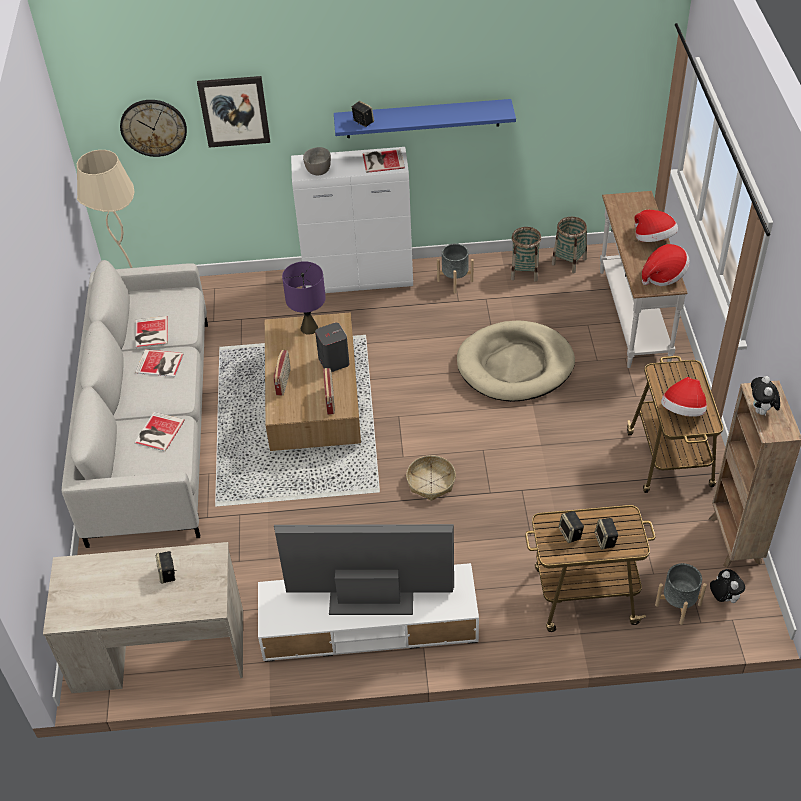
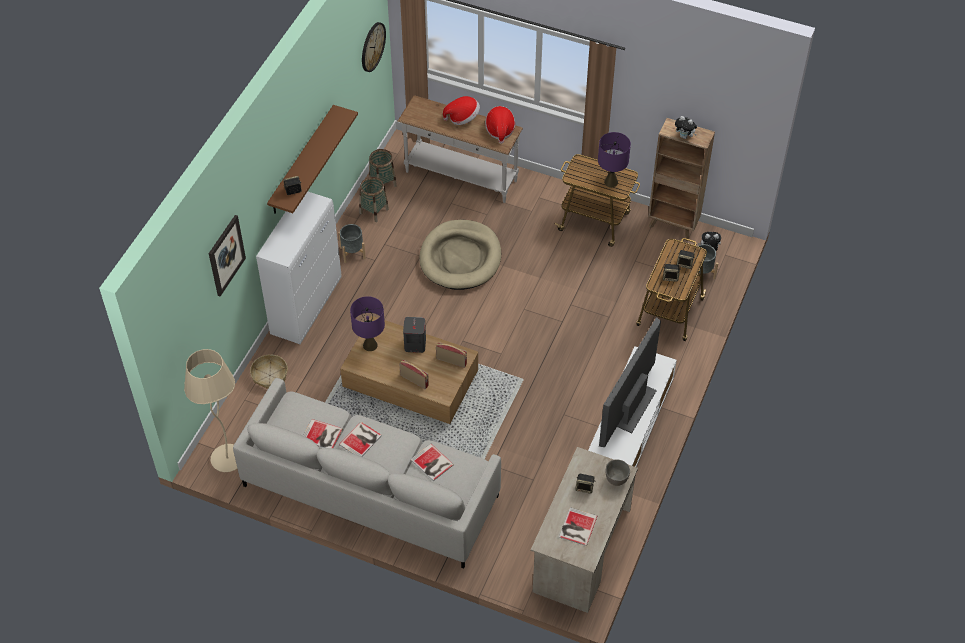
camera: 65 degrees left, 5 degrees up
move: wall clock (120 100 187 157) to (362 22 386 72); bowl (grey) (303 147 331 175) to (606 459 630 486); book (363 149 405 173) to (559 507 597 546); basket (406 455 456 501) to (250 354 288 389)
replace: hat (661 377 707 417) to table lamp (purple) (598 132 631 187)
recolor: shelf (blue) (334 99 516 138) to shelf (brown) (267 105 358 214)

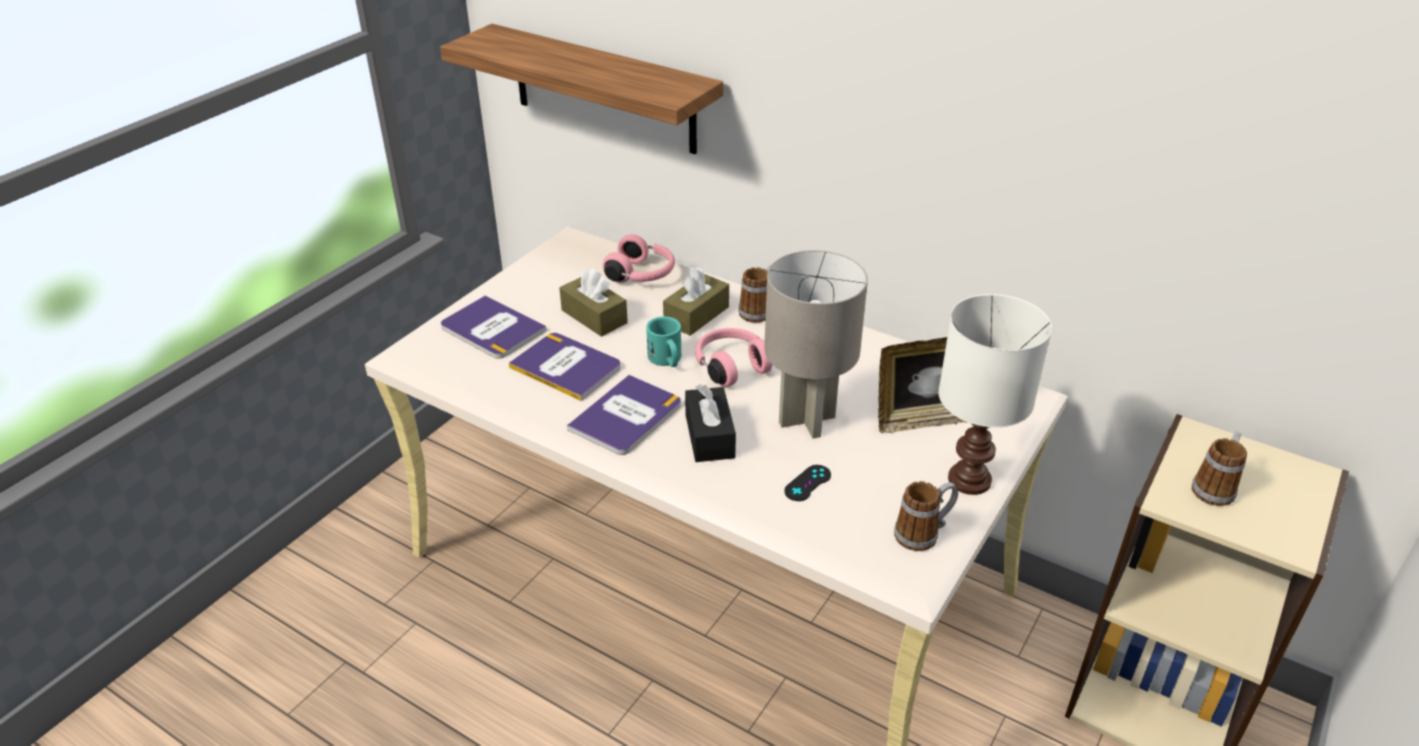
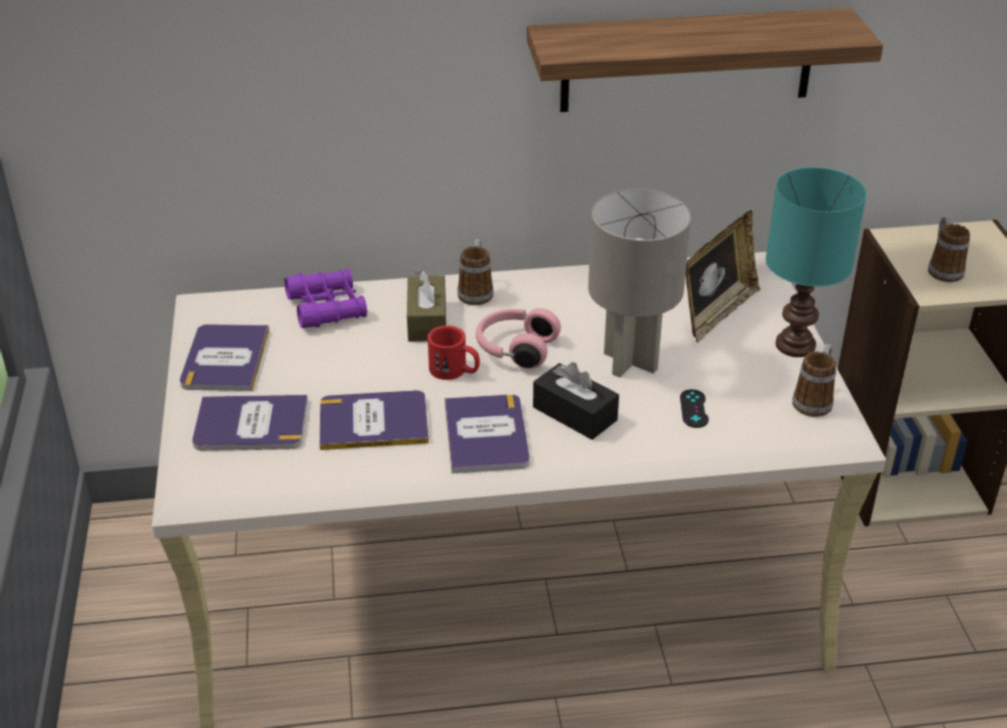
camera: 40 degrees left, 0 degrees up
delete: tissue box (brown) (559 269 628 337)
insert: book (180 324 269 391)
move: shelf (440 24 723 154) to (527 8 883 112)
replace: headphones (pink) (603 234 675 283) to binoculars (purple) (284 268 367 328)
recolor: mug (turquoise) (646 316 681 367) to mug (red) (428 325 480 380); table lamp (white) (938 294 1052 495) to table lamp (turquoise) (766 167 867 357)

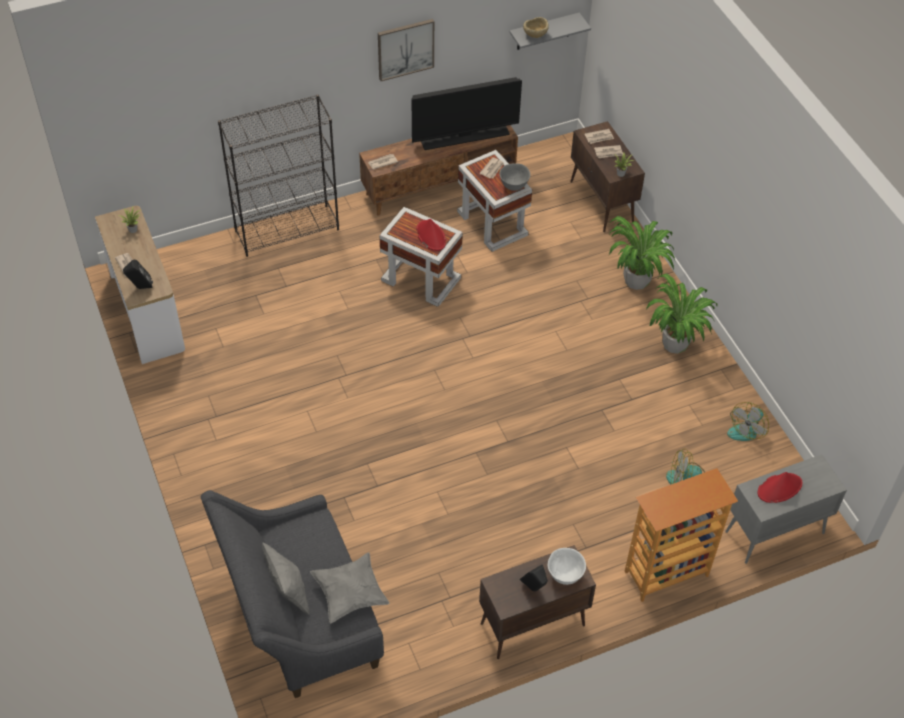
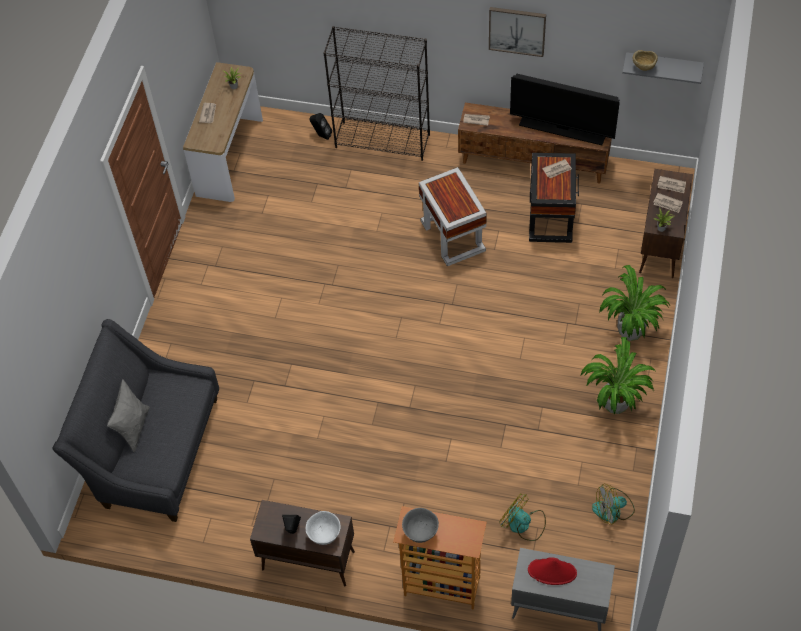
camera: 40 degrees right, 5 degrees up
delete: pillow (grey) (310 552 389 623); hat (red) (416 219 446 251)
move: speaker (black) (123 260 153 289) to (309 113 332 140); bowl (grey) (500 163 531 191) to (402 508 439 543)
recolor: side table (white) (457 150 532 252) to side table (black) (529 153 579 243)

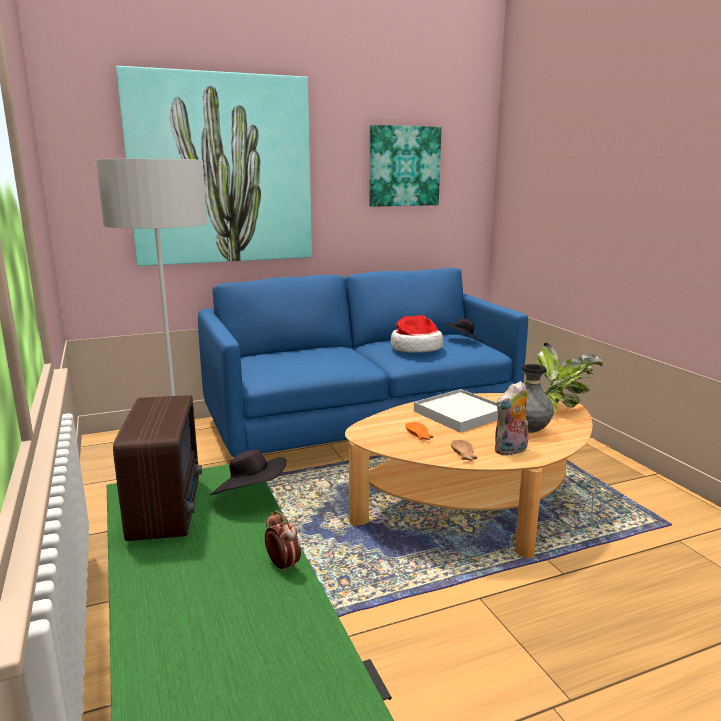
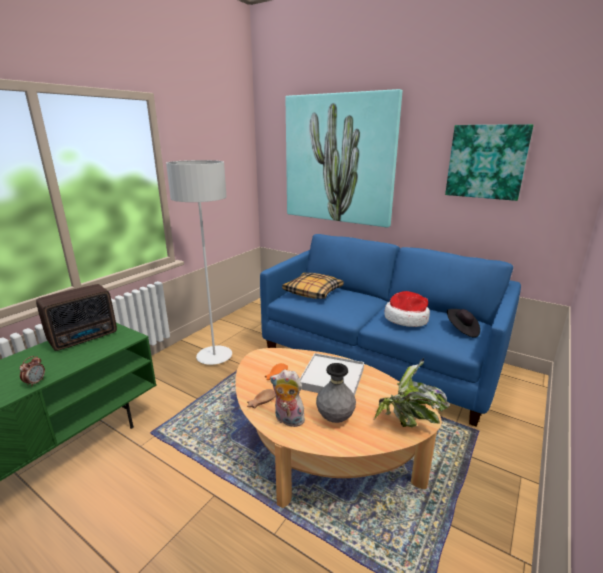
camera: 55 degrees right, 5 degrees up
delete: hat (black) (210 449 286 496)
insert: pillow (282 273 344 299)

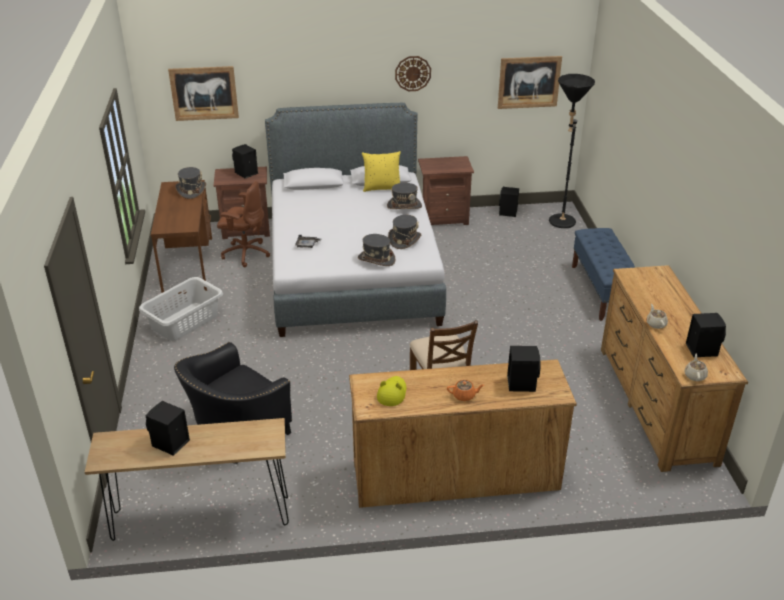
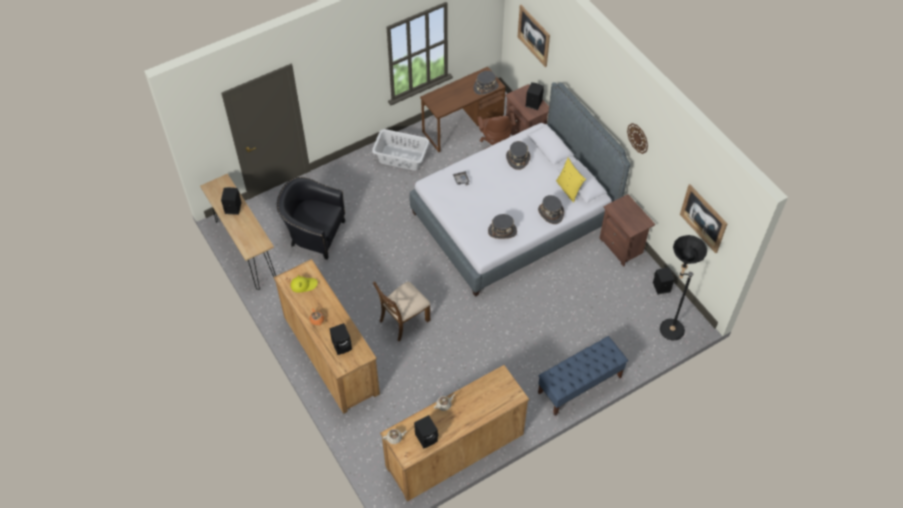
camera: 65 degrees right, 20 degrees up
move: hat (grey) (358 234 396 266) to (506 141 530 170)

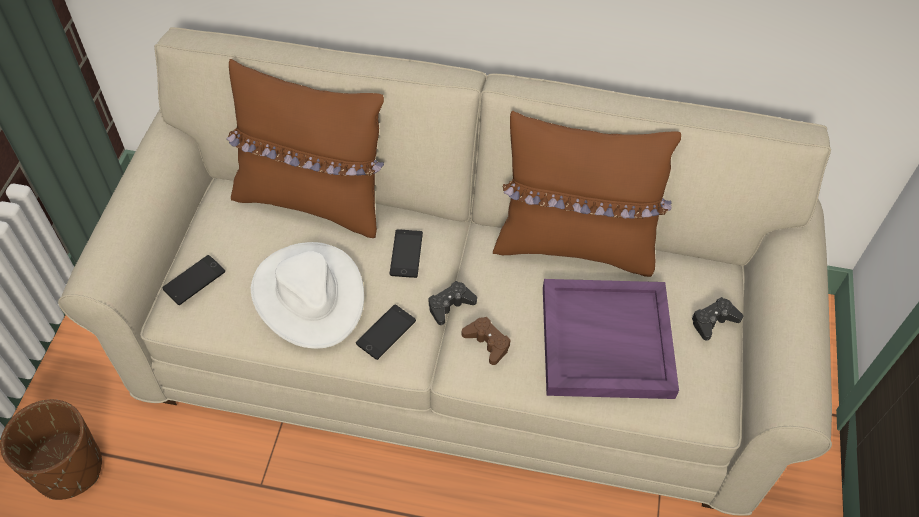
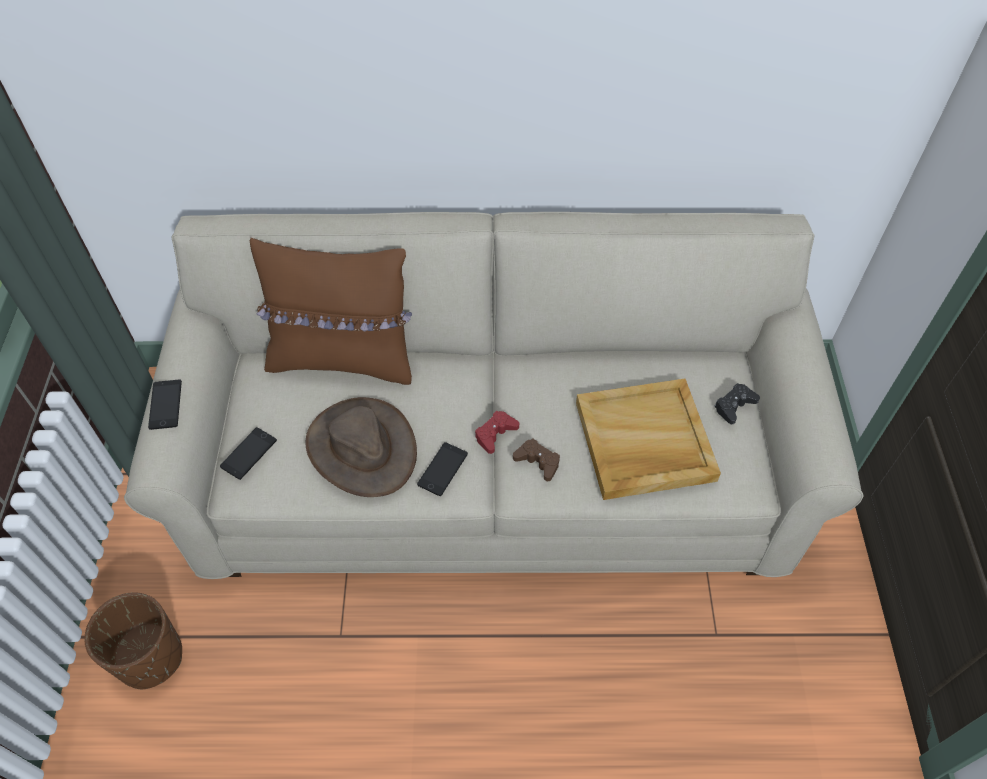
camera: 10 degrees left, 0 degrees up
delete: pillow (brown) (493 111 681 277)
move: phone (390 229 423 278) to (148 380 182 430)
recolor: hat (white) (251 242 364 349) to hat (brown) (306 397 417 497); game controller (black) (429 281 477 325) to game controller (red) (475 411 519 454); tray (purple) (543 279 679 399) to tray (beige) (576 379 721 500)

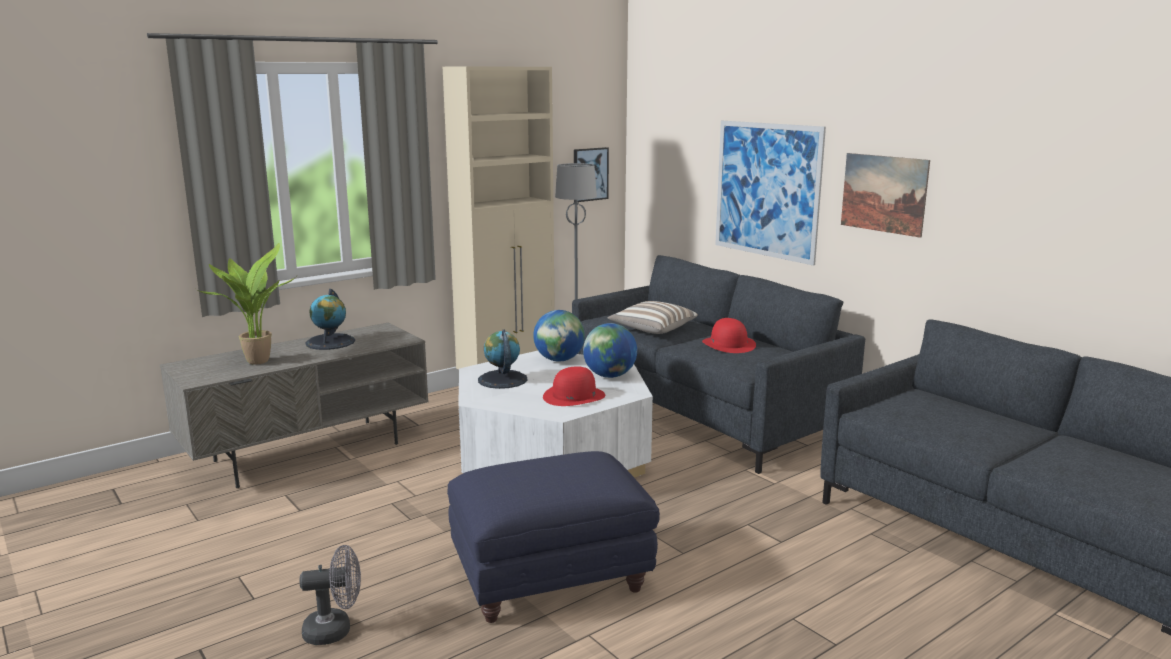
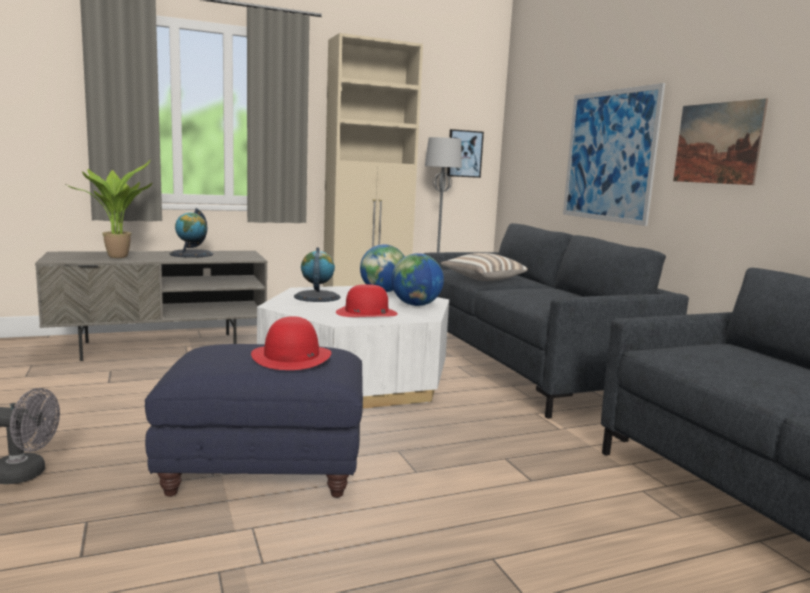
camera: 15 degrees right, 5 degrees down
move: hat (red) (702 318 756 353) to (251 316 331 370)

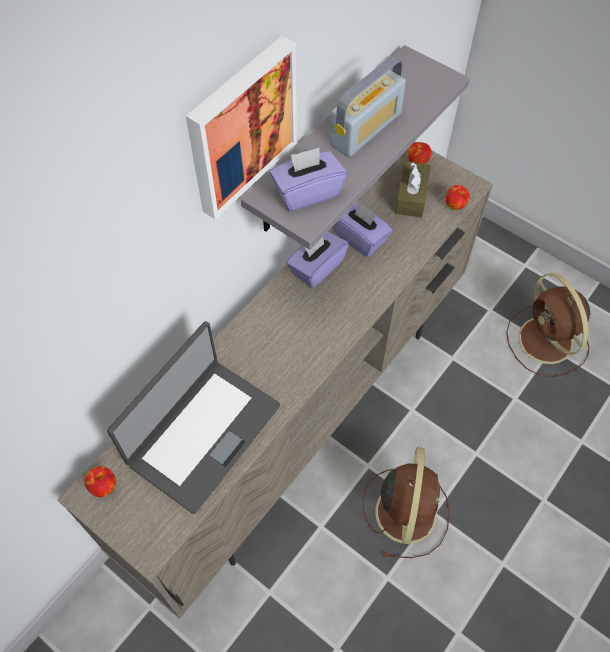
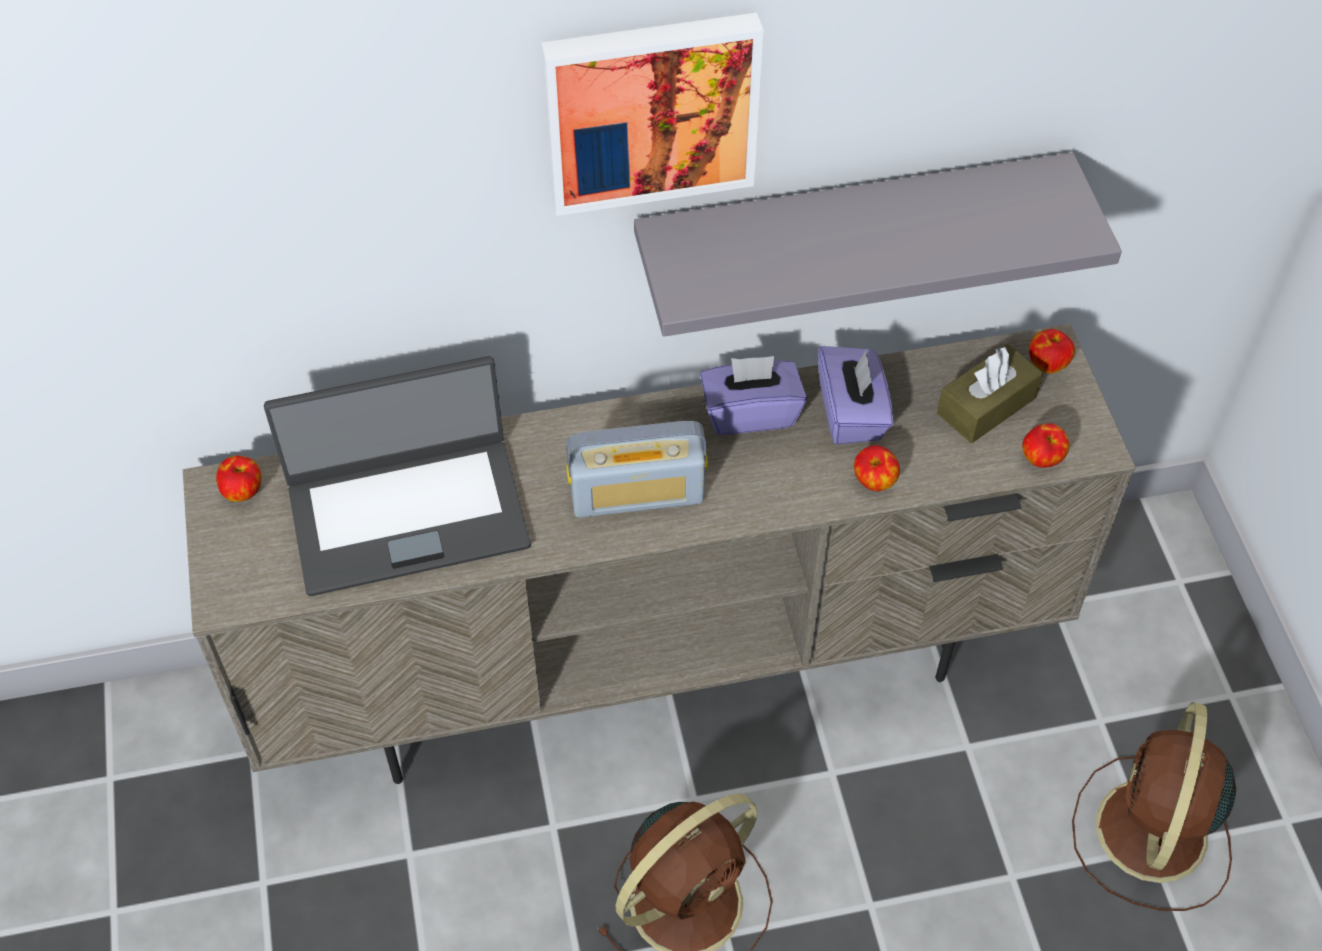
camera: 40 degrees right, 5 degrees down
delete: tissue box (purple) (269 148 347 211)
insert: apple (854 445 900 491)
move: radio (330 57 406 157) to (566 421 708 518)

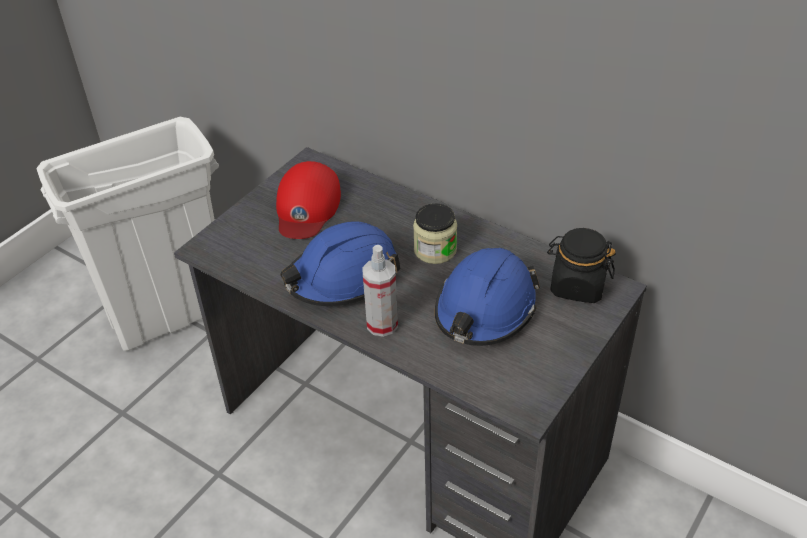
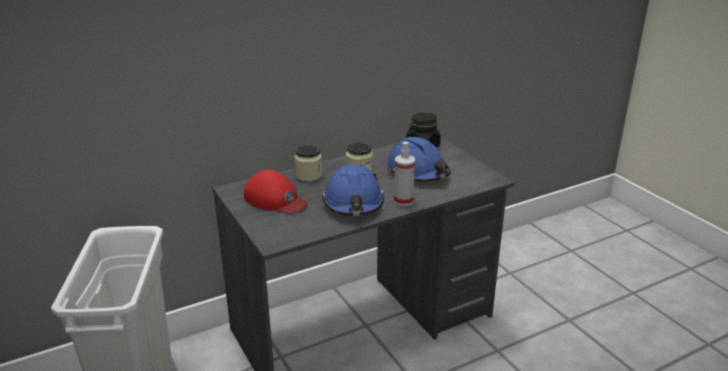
camera: 65 degrees left, 15 degrees down
insert: jar (294 145 322 181)

